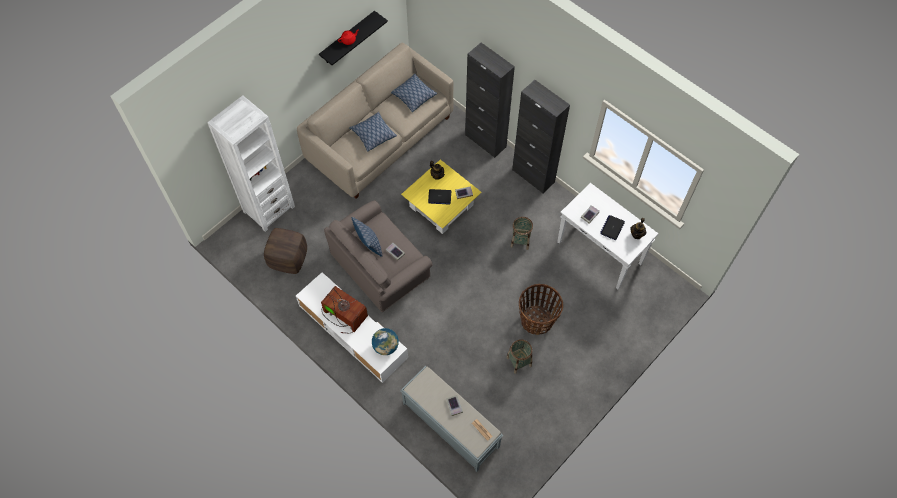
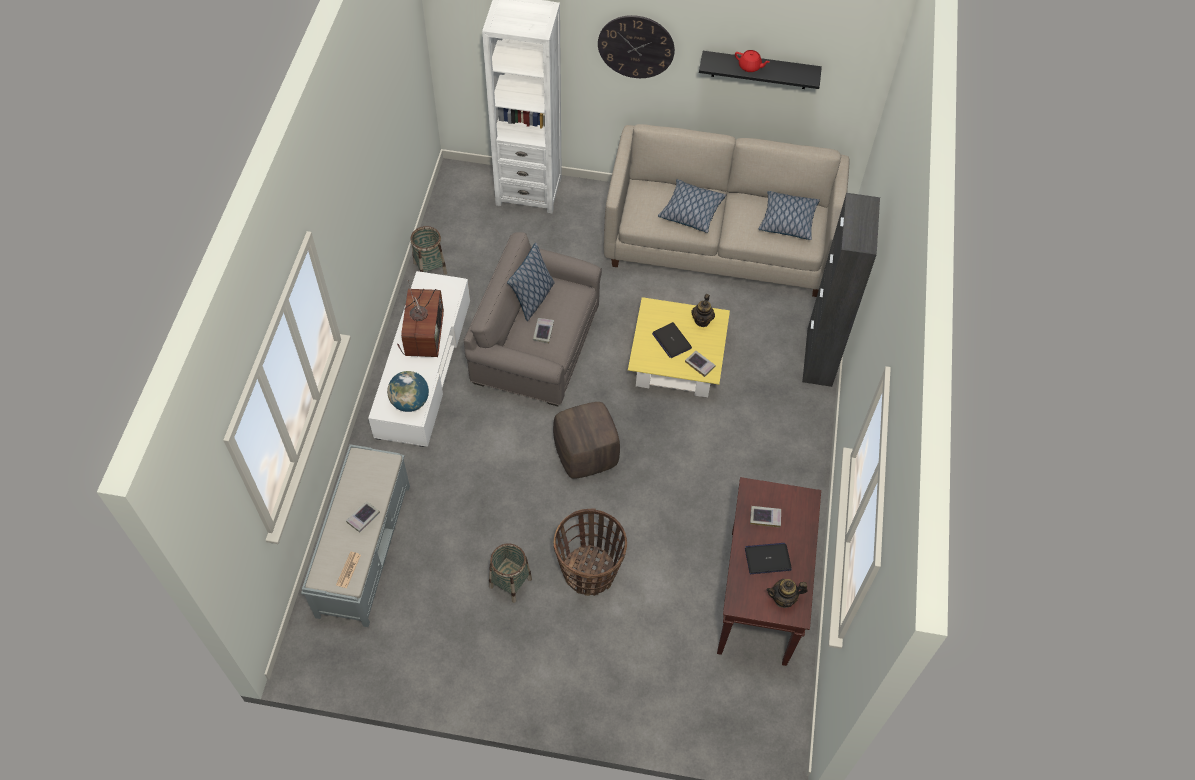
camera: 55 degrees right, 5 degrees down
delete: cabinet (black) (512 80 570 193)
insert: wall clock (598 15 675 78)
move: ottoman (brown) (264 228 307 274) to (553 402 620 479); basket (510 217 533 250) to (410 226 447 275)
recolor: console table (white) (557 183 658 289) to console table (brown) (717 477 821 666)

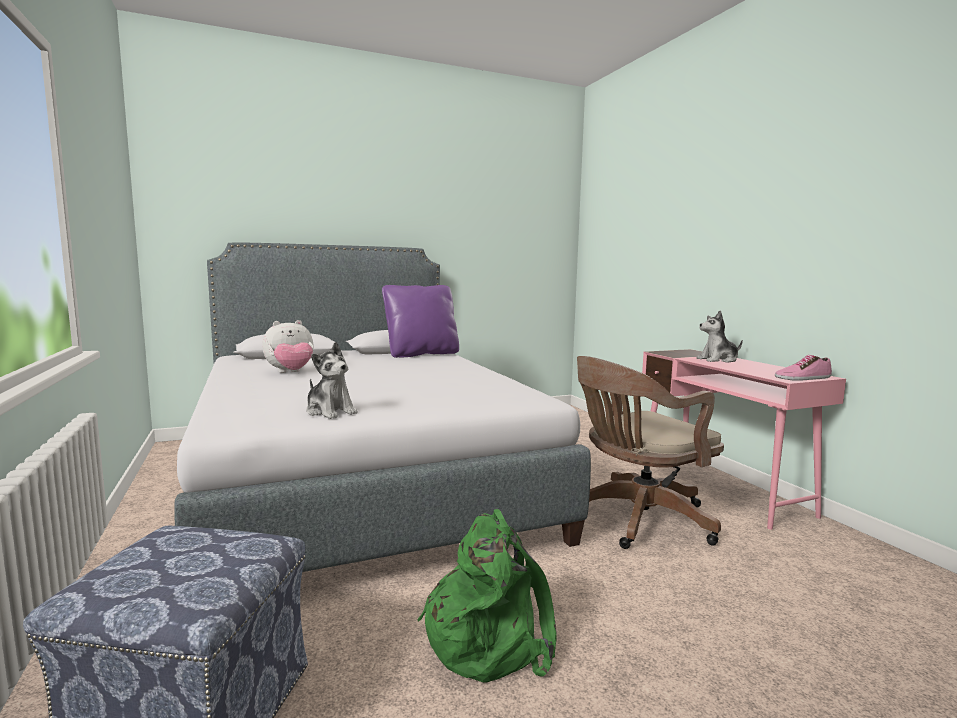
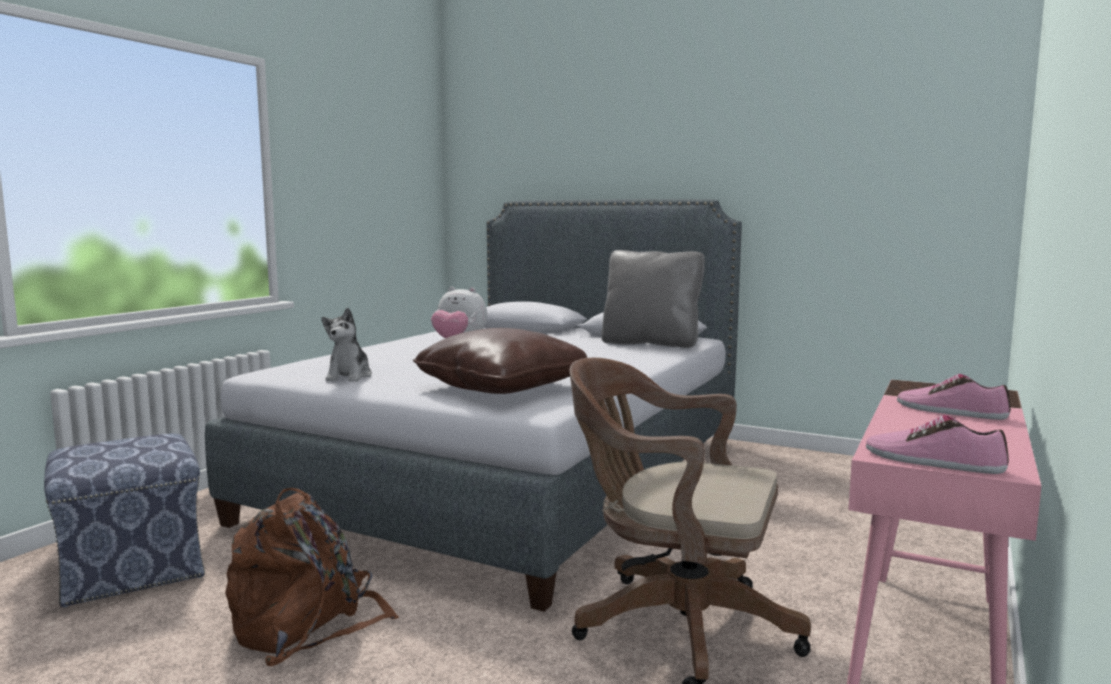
camera: 50 degrees right, 0 degrees up
insert: pillow (brown) (413 328 588 394)
replace: plush toy (697 310 743 363) to shoe (897 374 1010 420)
recolor: pillow (purple) (382 285 459 358) to pillow (grey) (601 250 705 348); backpack (green) (417 509 557 682) to backpack (brown) (225 488 399 667)

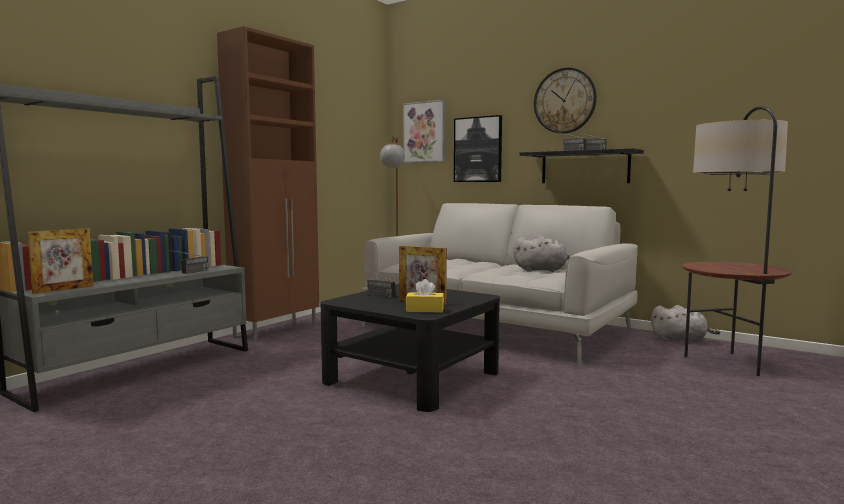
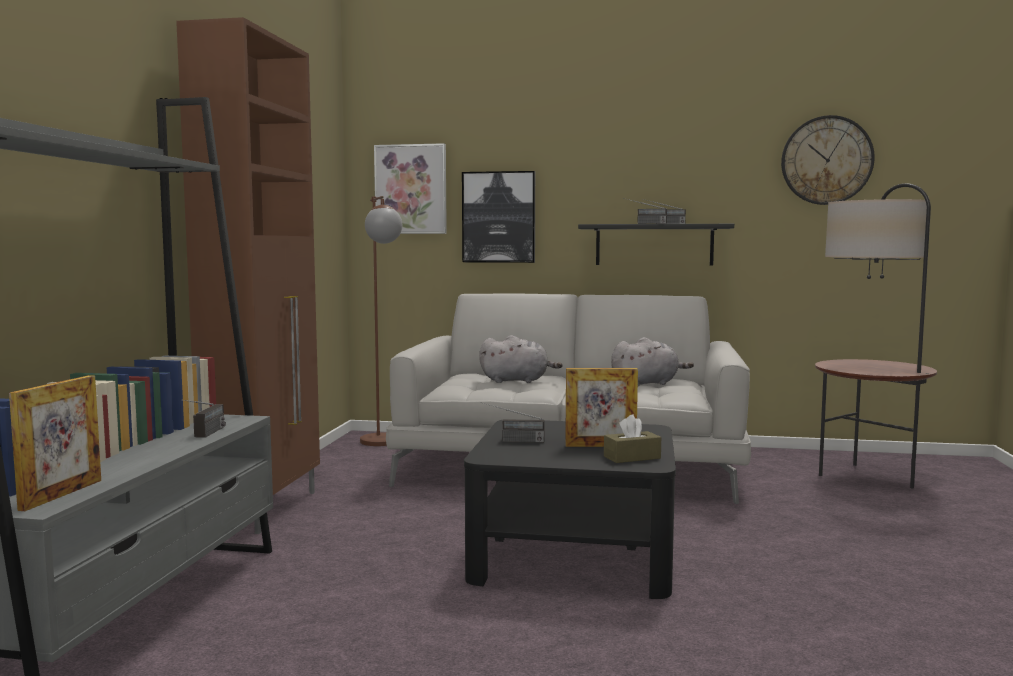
camera: 25 degrees left, 0 degrees up
move: wall clock (534 67 597 134) to (781 115 875 205); plush toy (grey) (651 305 720 343) to (479 335 563 383)
recolor: tissue box (yellow) (406 279 444 313) to tissue box (brown) (604 414 661 463)

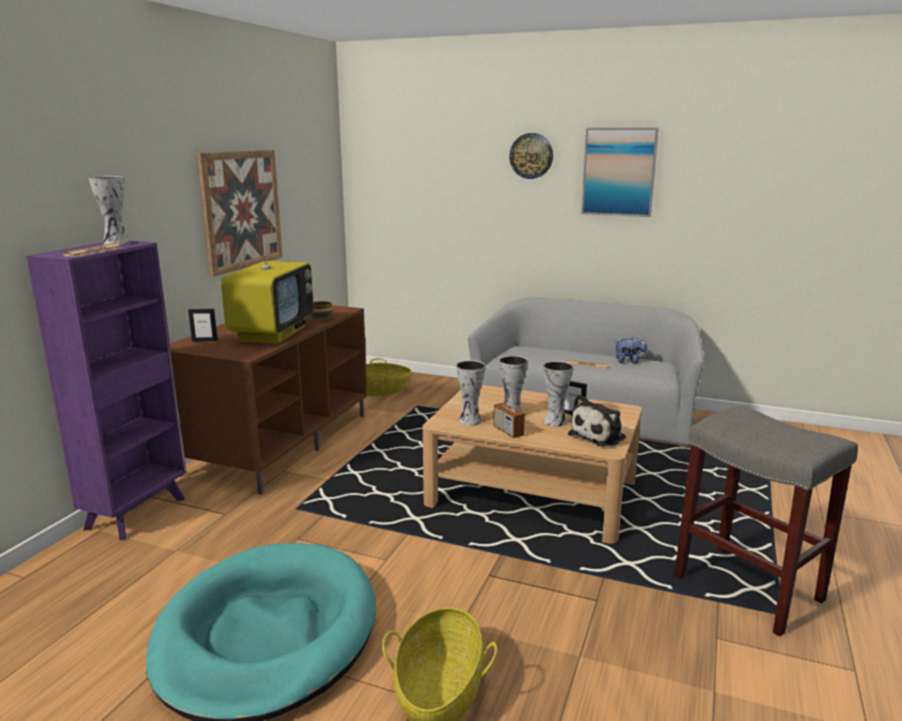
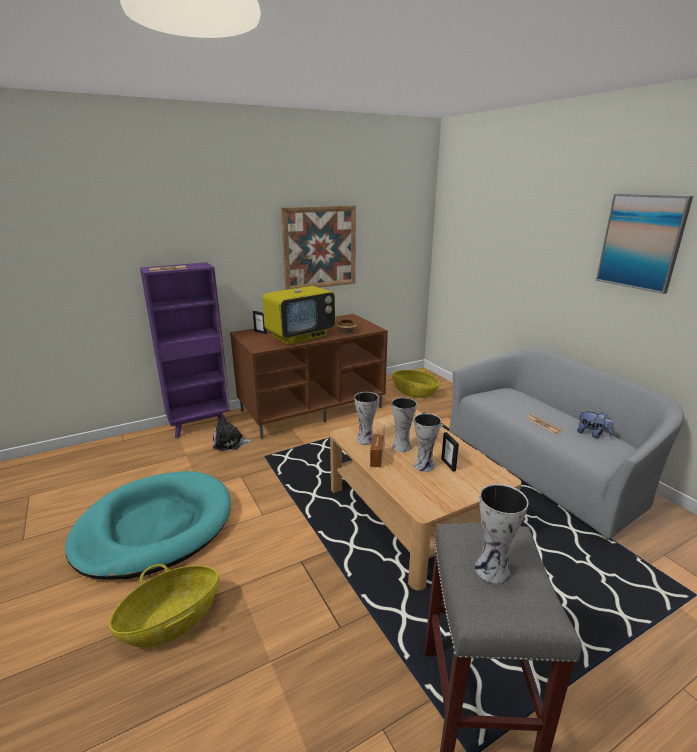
camera: 40 degrees right, 5 degrees up
delete: wall clock (509 133 553 179)
move: vase (89 176 130 245) to (475 484 529 584); plush toy (568 394 626 447) to (213 415 254 451)

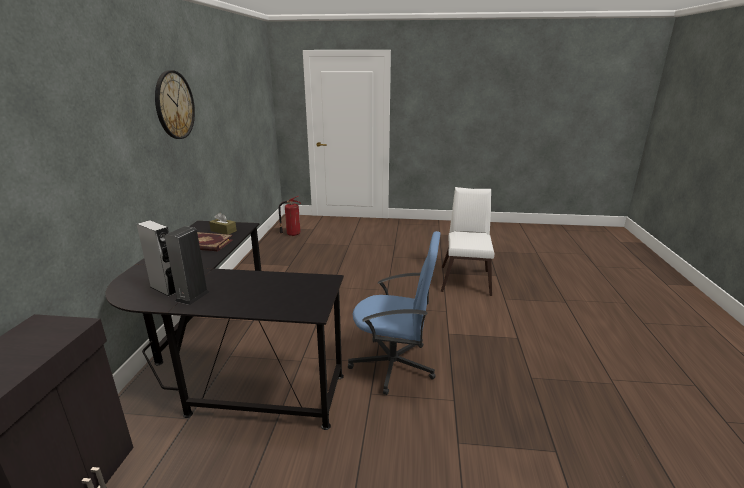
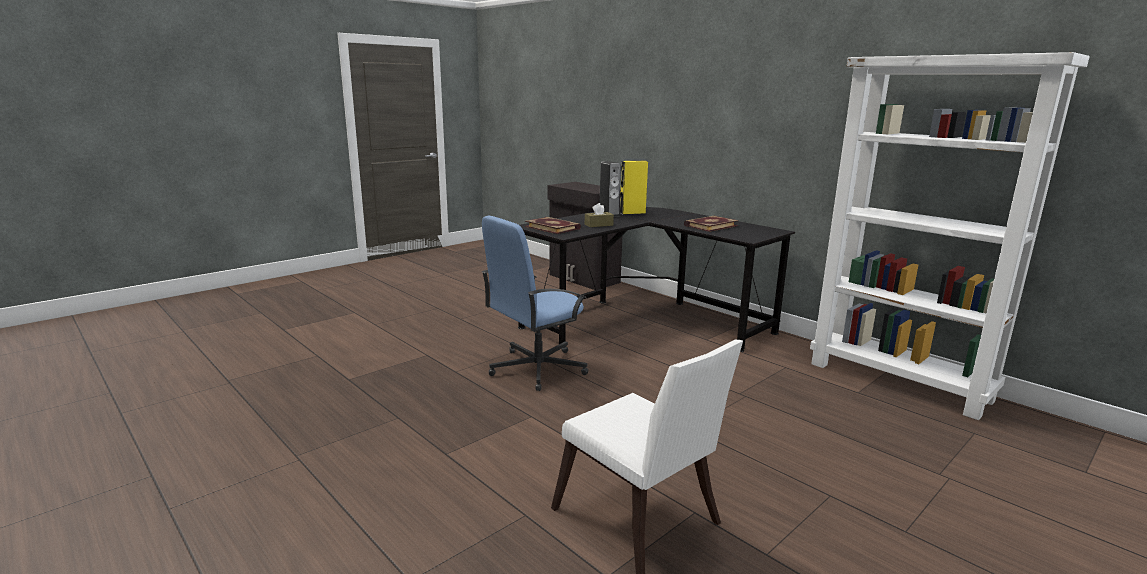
camera: 130 degrees right, 5 degrees down
delete: wall clock (155 70 195 139); fire extinguisher (279 196 301 236)
insert: book (525 217 581 234); bookcase (white) (810 52 1090 420)
move: tissue box (brown) (209 213 237 235) to (585 203 614 227)
recolor: speaker (grey) (137 220 176 297) to speaker (yellow) (620 161 648 215)

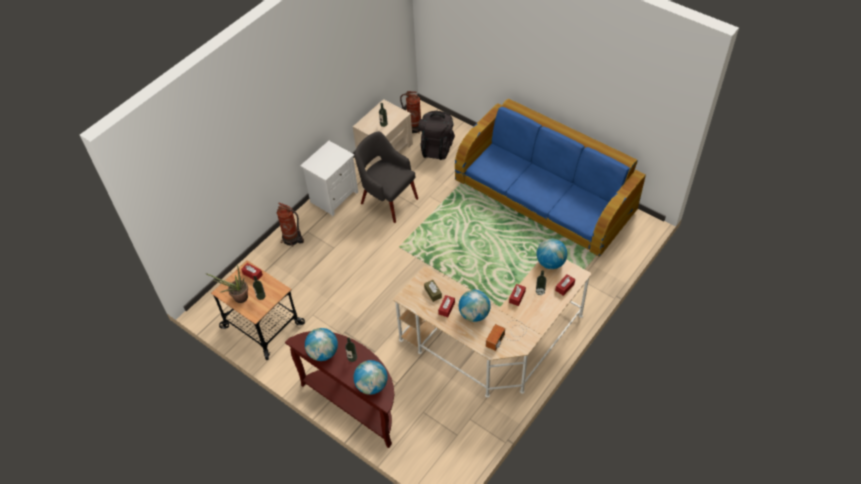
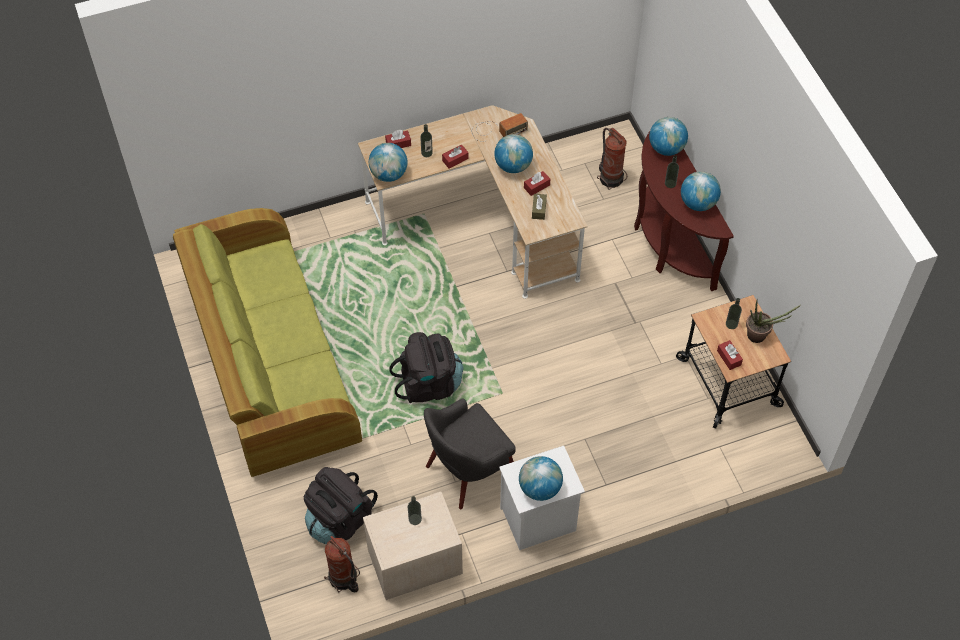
camera: 150 degrees left, 5 degrees up
insert: backpack (black) (389 332 463 403); globe (519 456 563 501)
move: fire extinguisher (277 203 304 246) to (597 128 627 190)
recolor: sofa (blue) (455 99 646 257) to sofa (green) (173 208 362 477)
rotate: armchair (grey) (355 132 418 223) = (424 398 516 509) 75 degrees clockwise

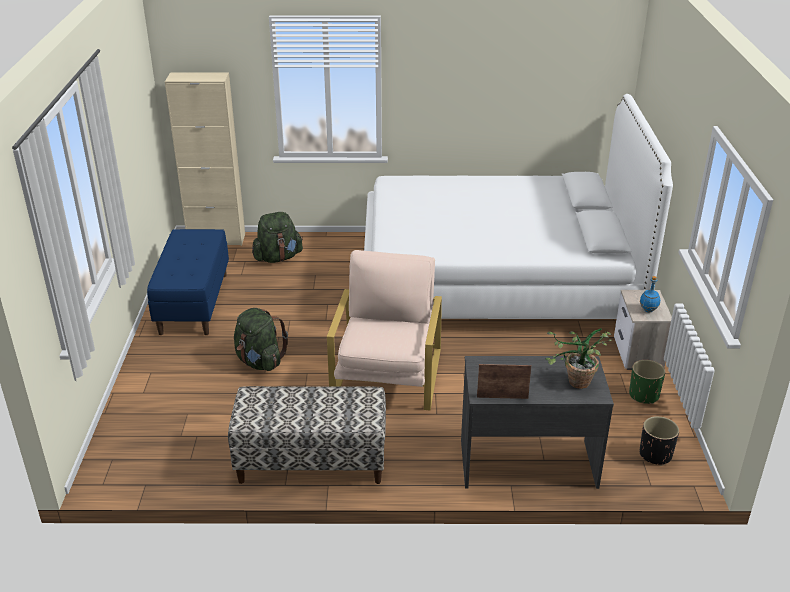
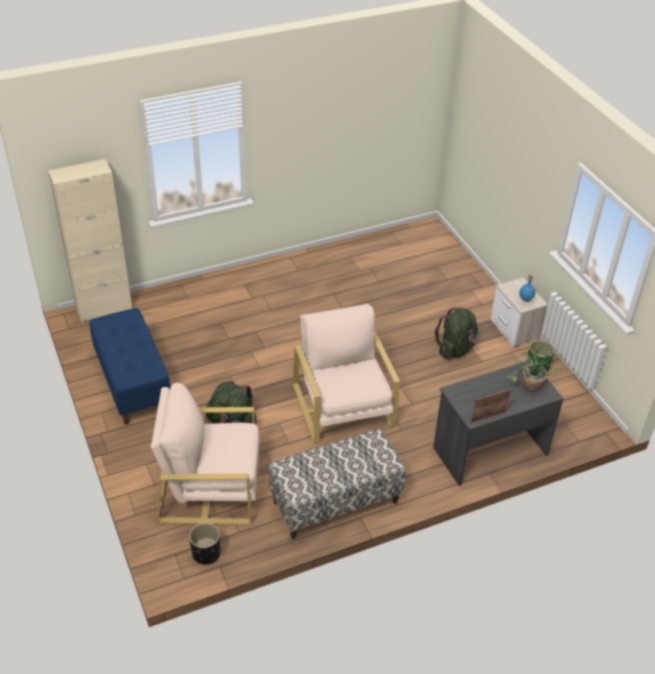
camera: 25 degrees left, 10 degrees up
delete: bed (white) (364 94 673 319)
insert: armchair (beige) (151 383 260 525)
move: backpack (green) (252 212 303 263) to (434 307 478 359); planter (black) (640 416 679 466) to (189 522 220 565)

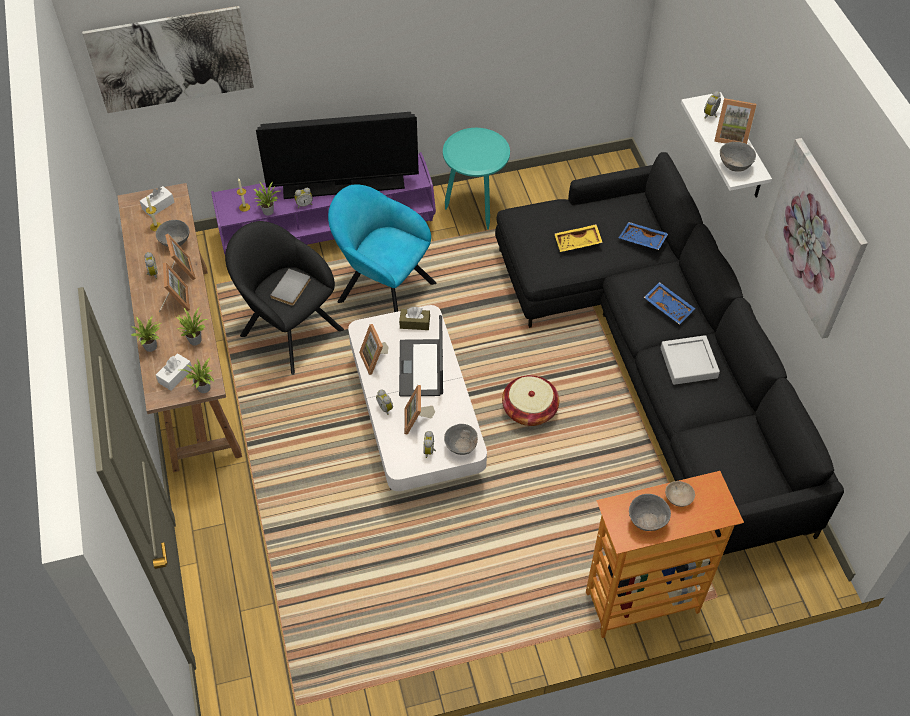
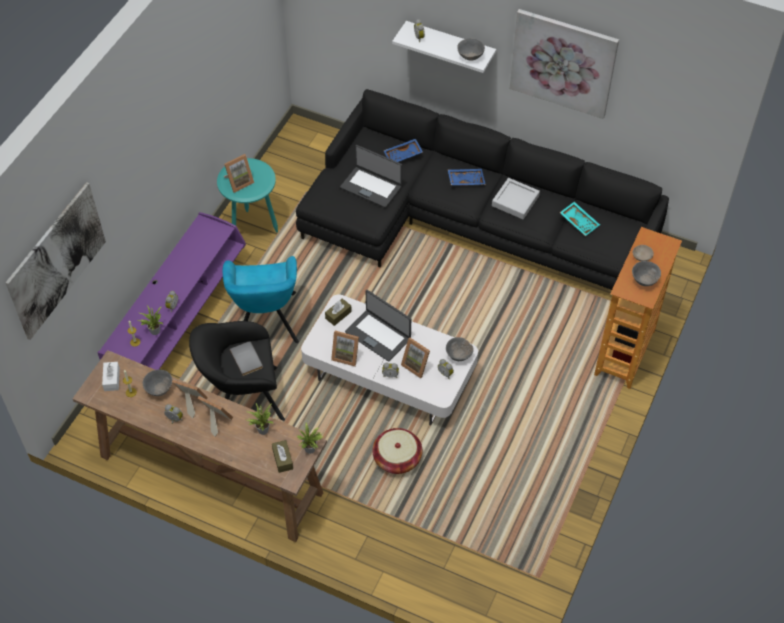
camera: 50 degrees left, 0 degrees up
delete: potted plant (130 316 161 352); television (256 112 419 199)
insert: tray (turquoise) (560 202 600 236)
move: basket (502 375 559 426) to (372 428 423 474); picture frame (714 98 757 144) to (224 154 254 193)
replace: tray (yellow) (555 224 603 252) to laptop (340 145 402 208)
recolor: tissue box (white) (156 353 192 391) to tissue box (brown) (272 440 293 473)
rotate: armchair (turquoise) (328 184 436 312) = (223 256 299 343) 75 degrees counterclockwise

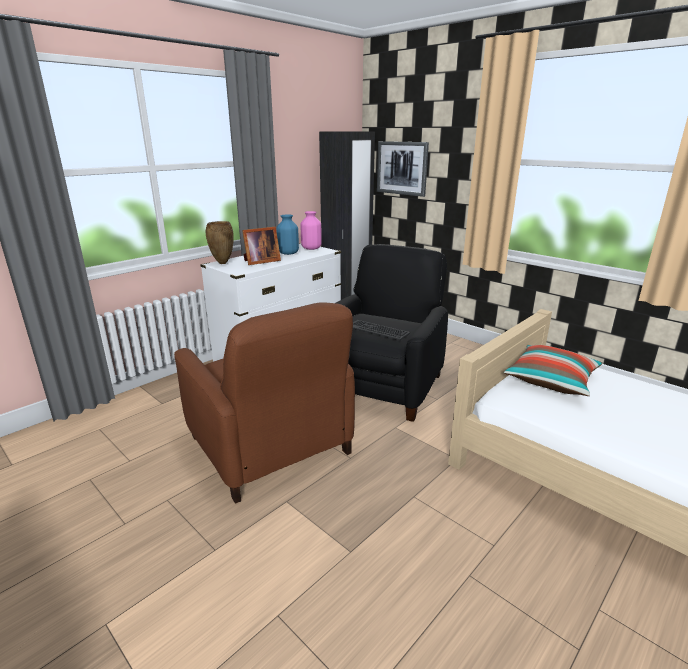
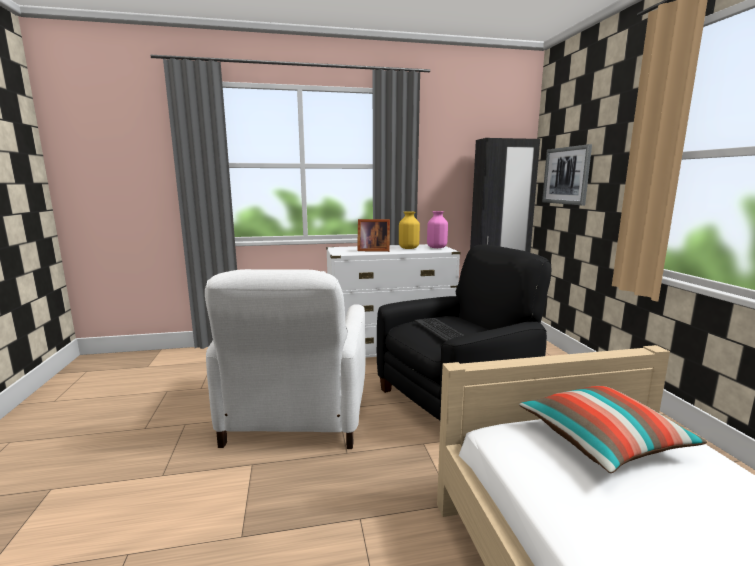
camera: 35 degrees right, 10 degrees down
delete: vase (brown) (206 221 234 264)
recolor: armchair (brown) (174 302 355 504) to armchair (white) (205 269 366 449); vase (blue) (277 215 299 255) to vase (yellow) (399 211 420 249)

